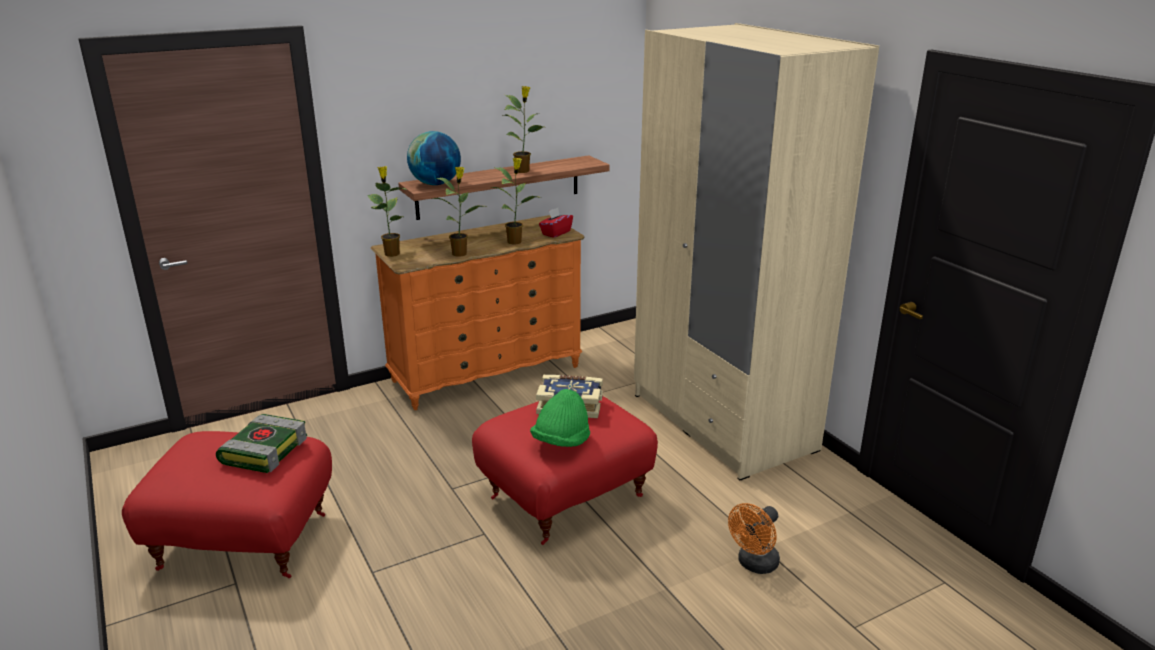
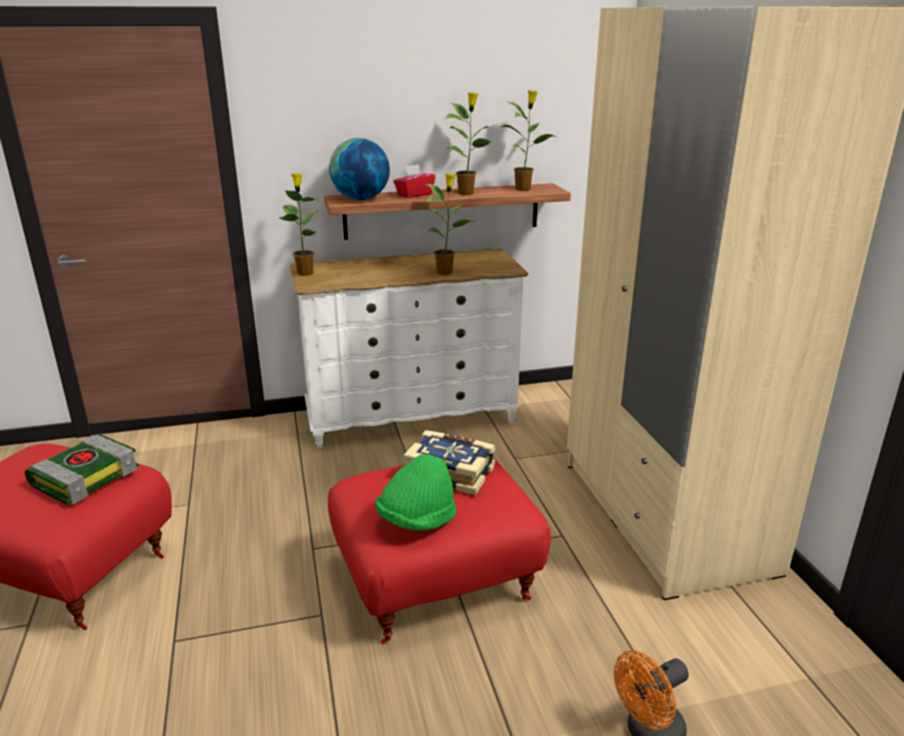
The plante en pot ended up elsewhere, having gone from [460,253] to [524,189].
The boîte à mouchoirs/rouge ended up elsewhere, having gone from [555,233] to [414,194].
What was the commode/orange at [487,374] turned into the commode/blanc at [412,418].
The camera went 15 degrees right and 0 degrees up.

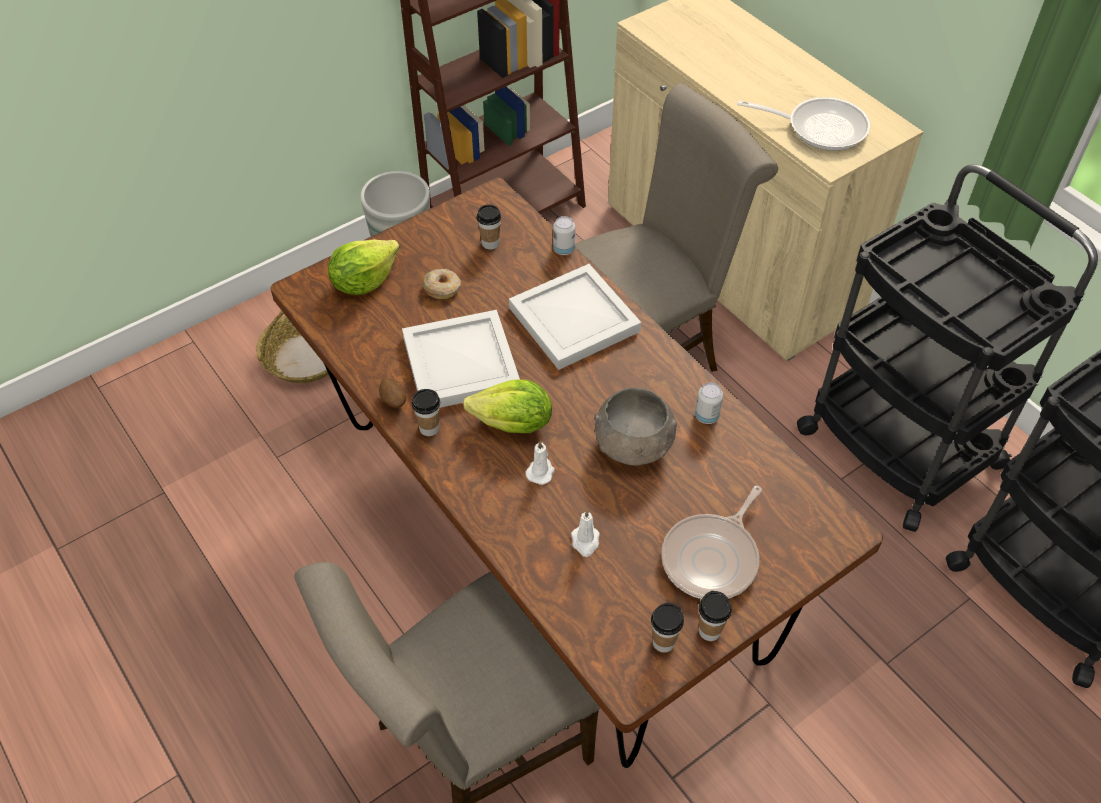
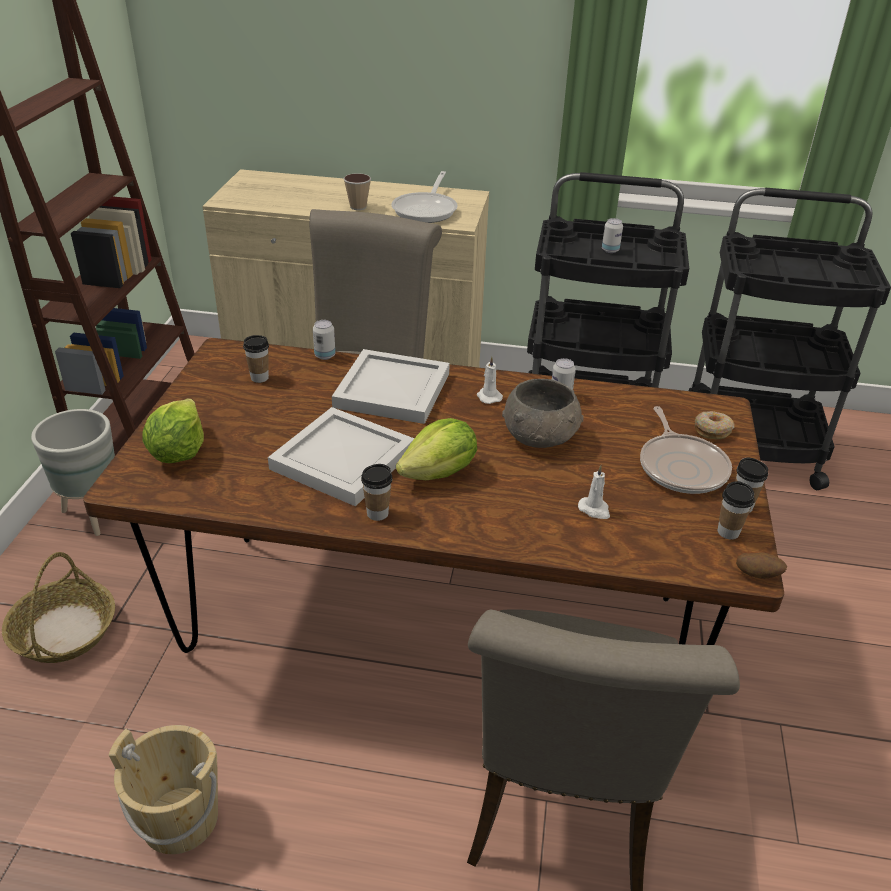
The poêle at [819,128] ended up facing another way, 135 degrees clockwise from before.
The beignet ended up elsewhere, having gone from [442,288] to [712,430].
The pomme de terre ended up elsewhere, having gone from [394,401] to [757,575].
The bougie/blanc ended up elsewhere, having gone from [541,471] to [488,396].
The second view gained the tasse at [358,207].
The second view gained the boîte métallique at [610,250].
The second view gained the seau/beige at [180,819].
The camera went 45 degrees left and 15 degrees down.

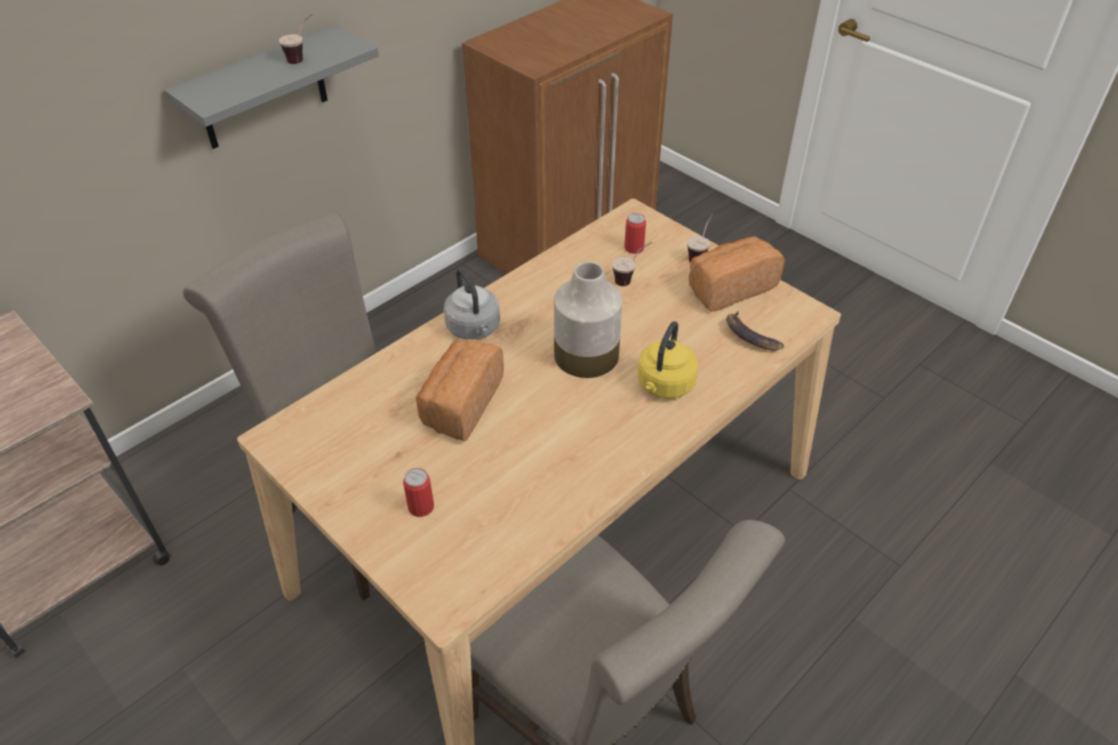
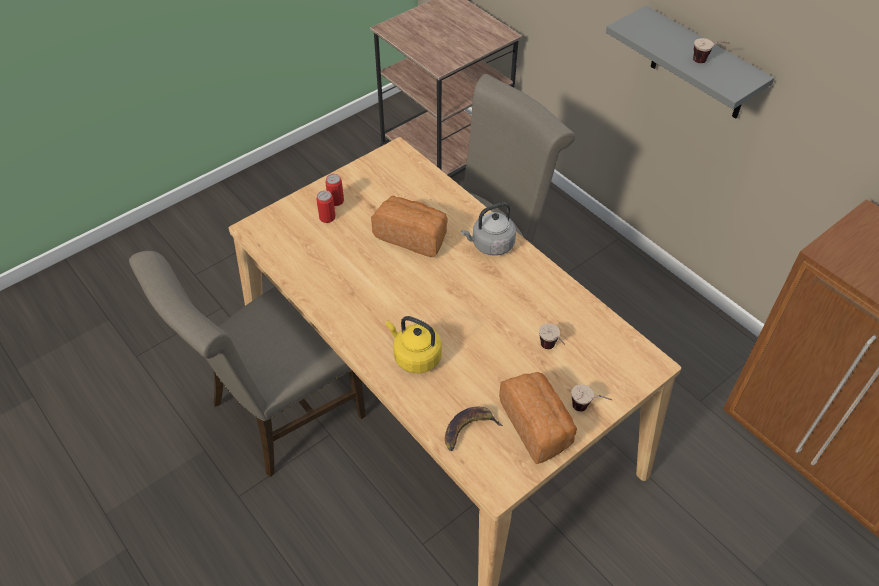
The boîte métallique ended up elsewhere, having gone from [634,248] to [336,201].
The second view lost the vase/beige at [587,354].
The camera went 95 degrees right and 5 degrees up.

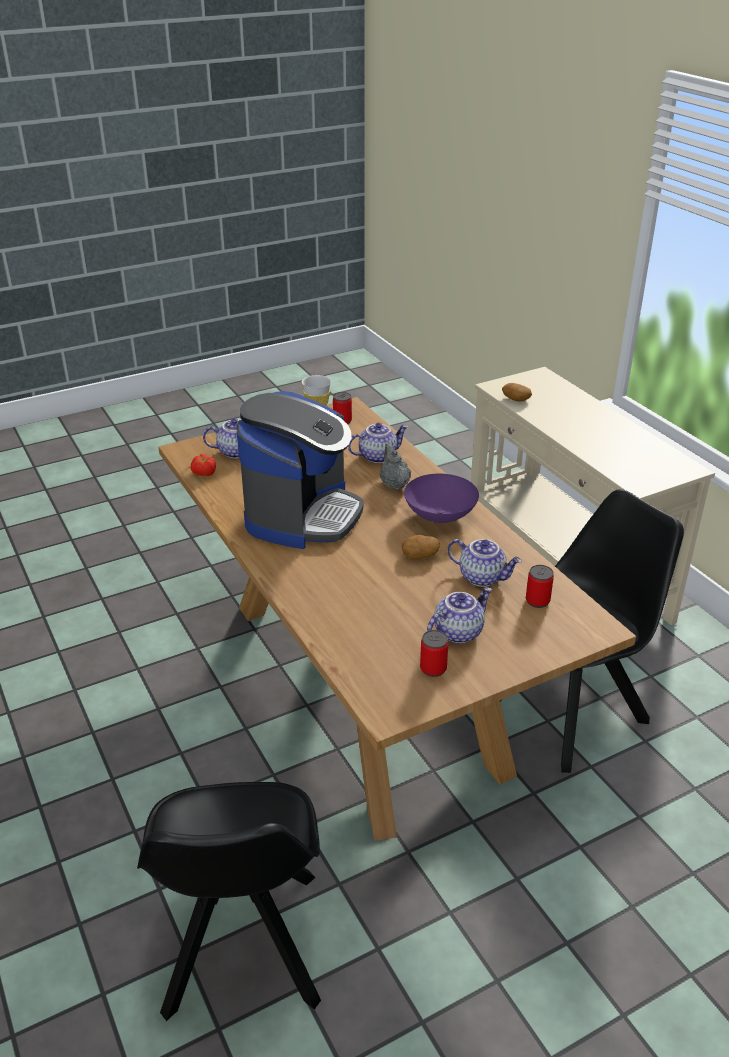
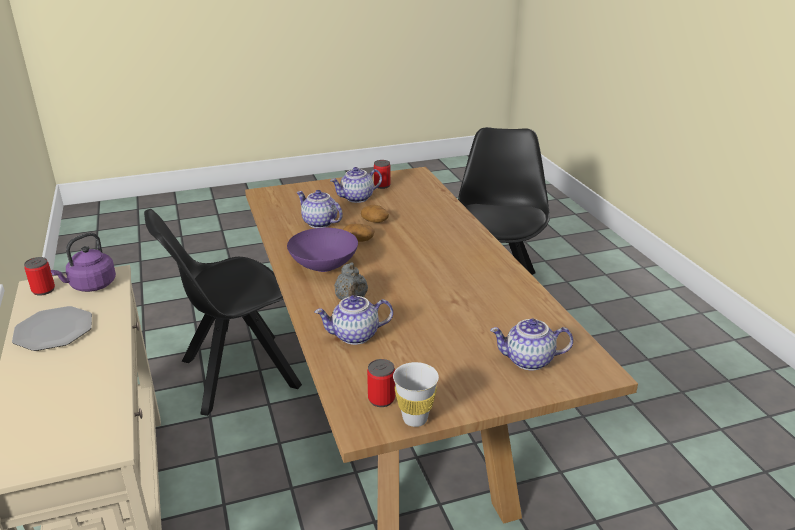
The pomme de terre ended up elsewhere, having gone from [515,399] to [375,221].
The second view lost the machine à café at [302,515].
The second view lost the tomate at [204,473].
The boîte métallique ended up elsewhere, having gone from [537,601] to [43,290].
The second view gained the bouilloire/violet at [91,286].
The second view gained the assiette at [54,330].
The camera went 170 degrees left and 5 degrees down.

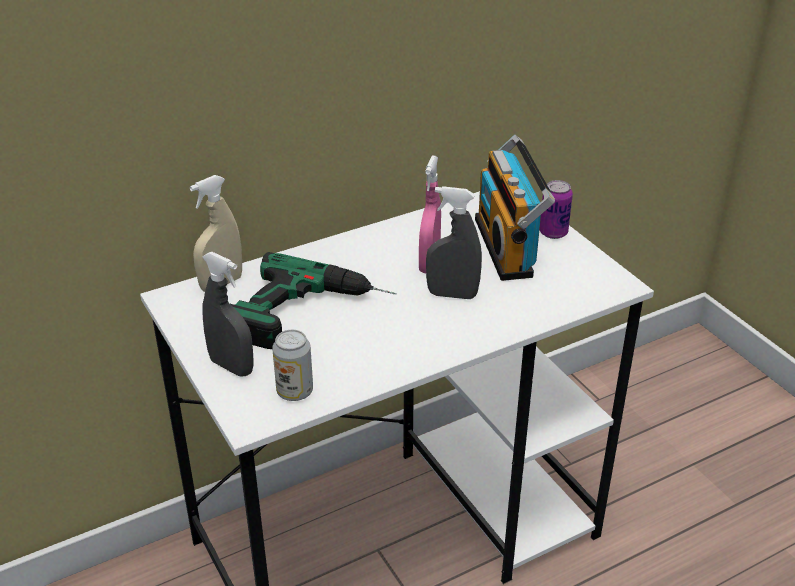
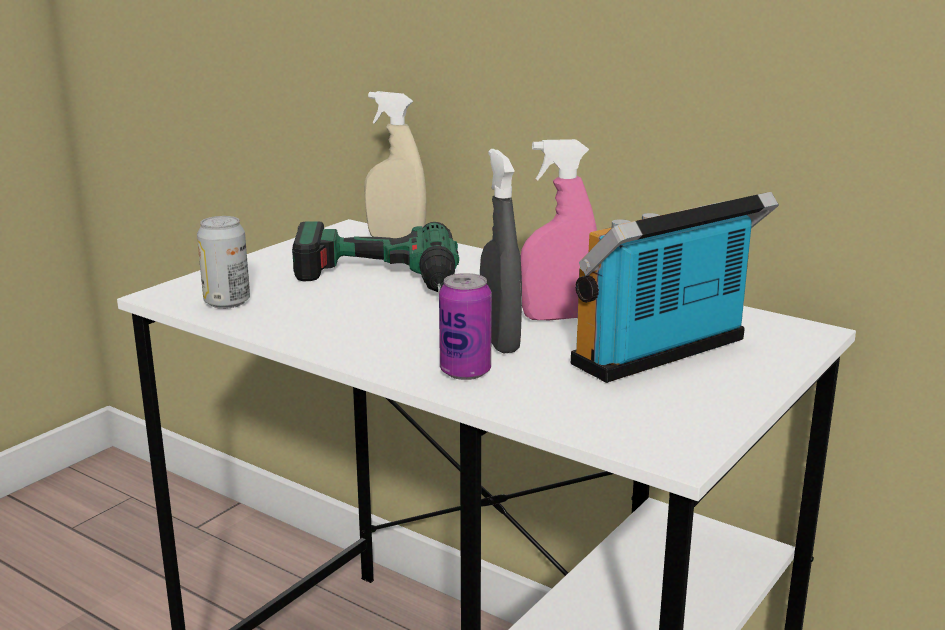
The boîte métallique ended up elsewhere, having gone from [553,233] to [465,371].
The second view lost the vaporisateur/gris at [231,366].
The camera went 65 degrees right and 15 degrees down.

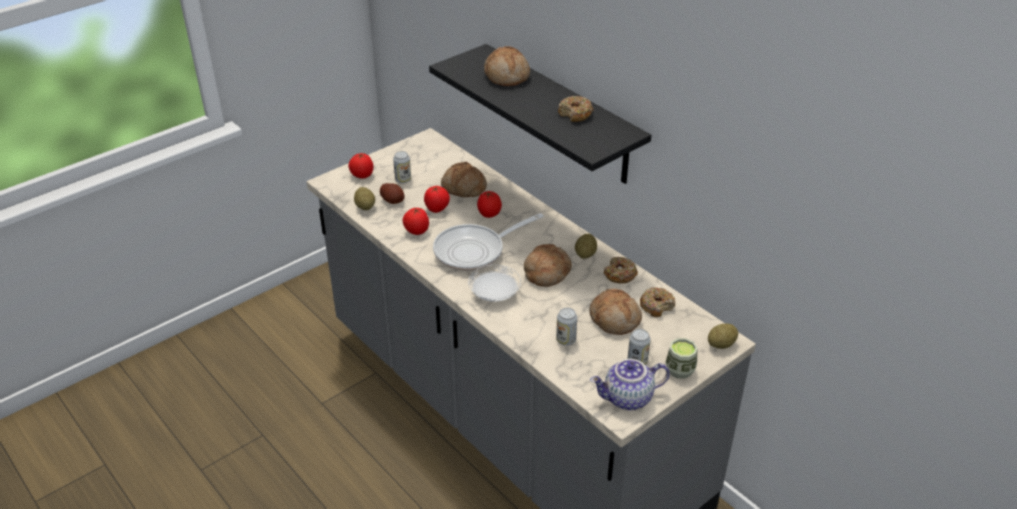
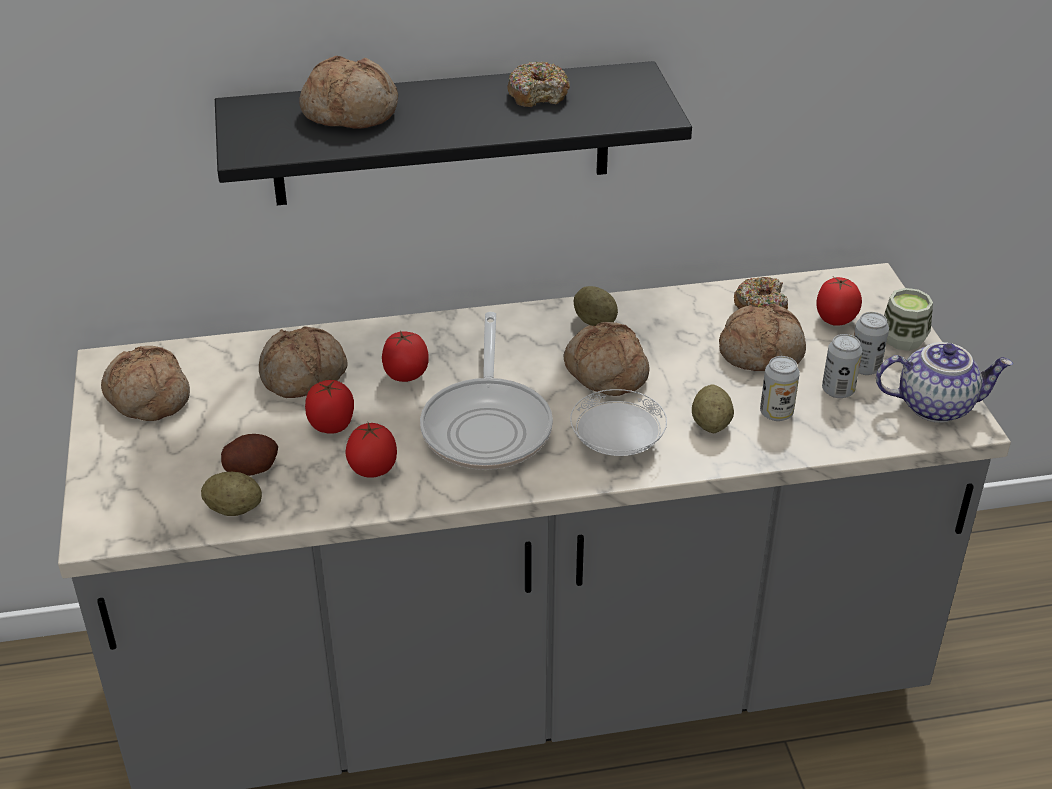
The boîte métallique ended up elsewhere, having gone from [403,180] to [838,390].
The tomate ended up elsewhere, having gone from [362,176] to [835,321].
The second view lost the beignet at [620,275].
The pomme de terre ended up elsewhere, having gone from [721,344] to [711,424].
The théière at [627,399] ended up facing another way, 105 degrees counterclockwise from before.
The second view gained the pain at [147,398].
The camera went 60 degrees left and 0 degrees up.

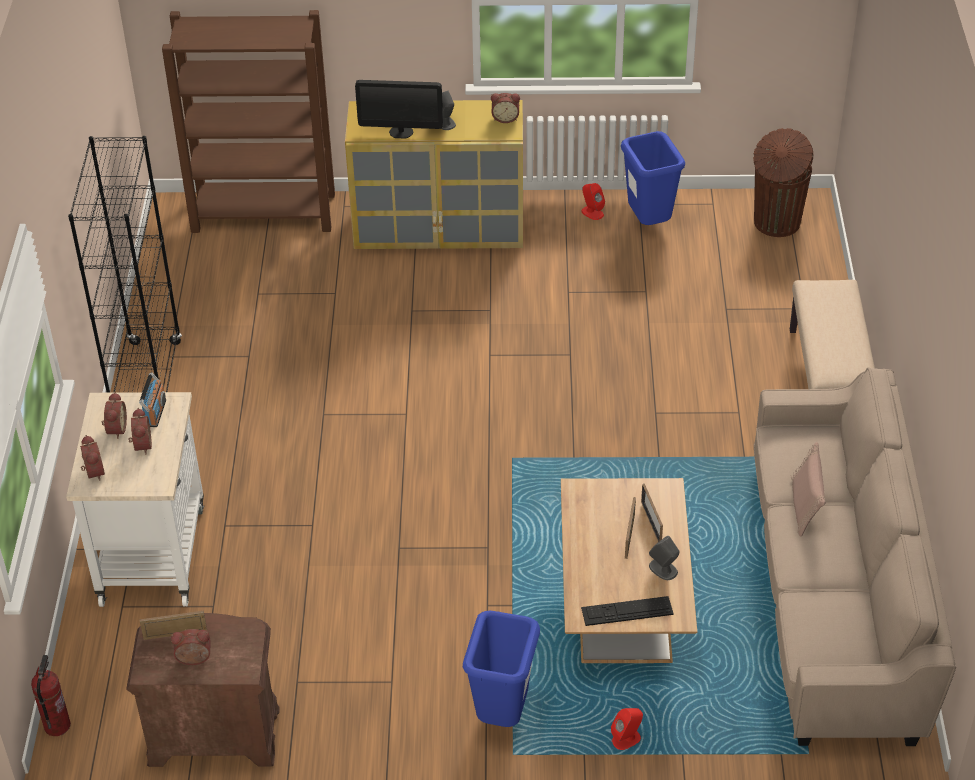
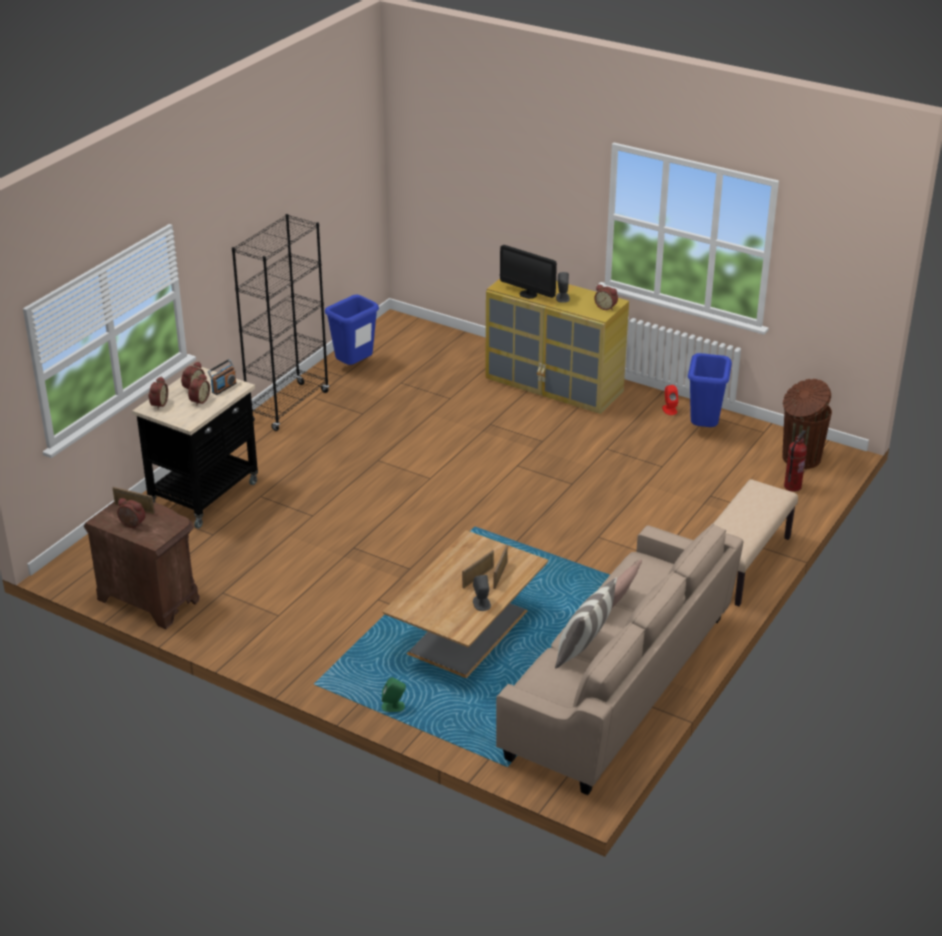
The second view lost the bibliothèque/marron at [264,212].
What was the chariot/blanc at [152,555] turned into the chariot/noir at [204,495].
The second view lost the clavier at [627,611].
The poubelle/bleu ended up elsewhere, having gone from [502,716] to [354,367].
The extincteur ended up elsewhere, having gone from [56,725] to [792,486].
What was the enceinte/rouge at [626,739] turned into the enceinte/vert at [393,707].
The second view gained the coussin at [584,650].
The camera went 30 degrees right and 10 degrees down.

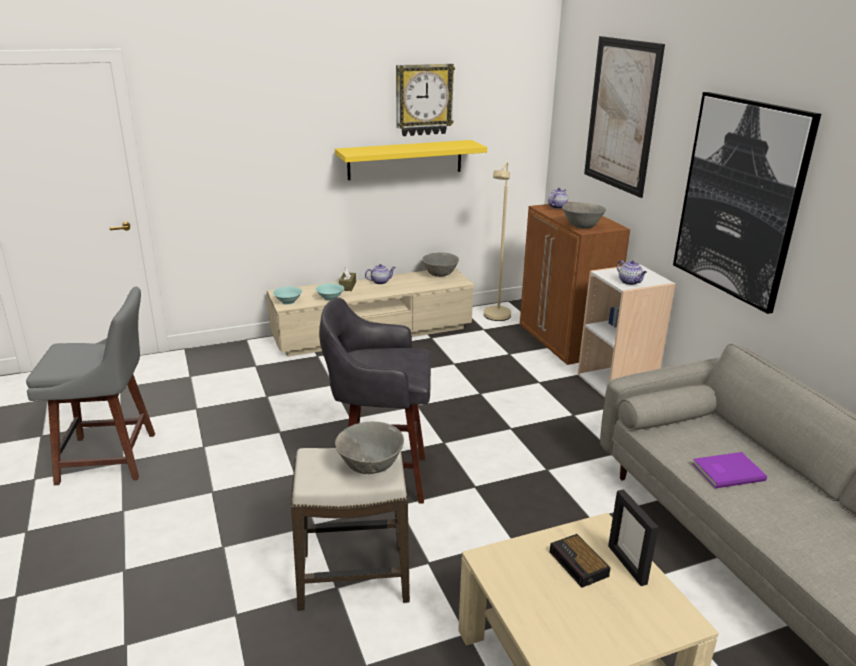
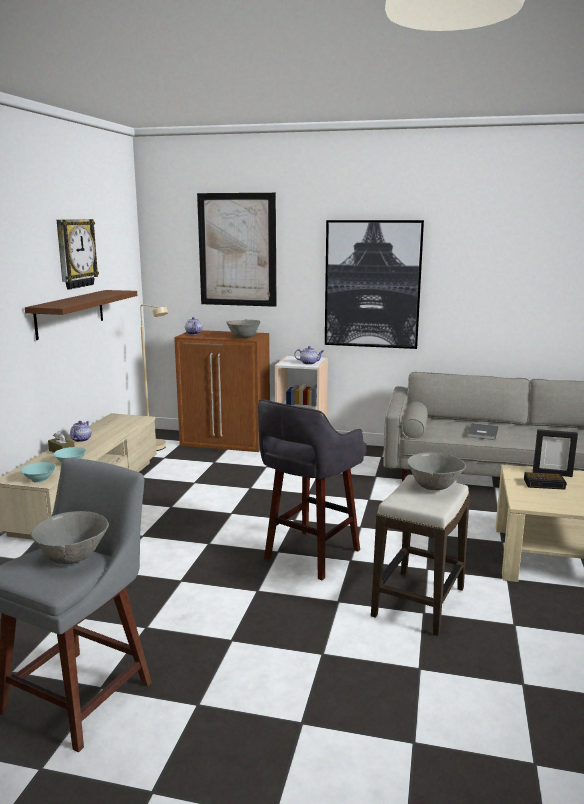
What was the étagère/jaune at [405,159] turned into the étagère/marron at [70,313].
The bol/gris ended up elsewhere, having gone from [440,275] to [73,558].
What was the livre/violet at [726,471] turned into the livre/gris at [481,433].
The camera went 55 degrees left and 10 degrees down.

